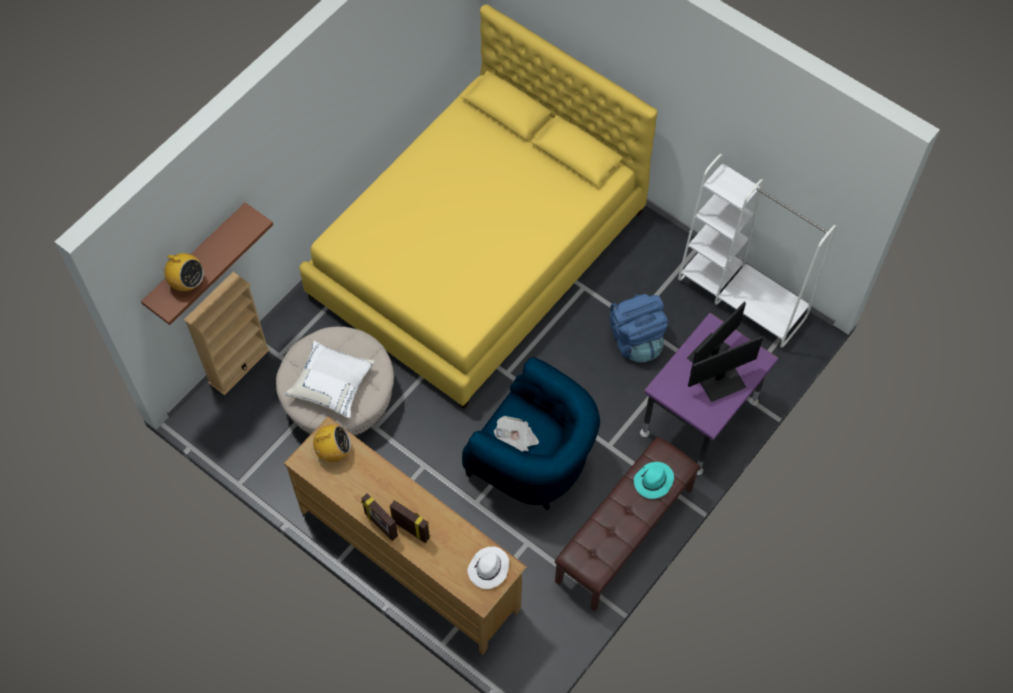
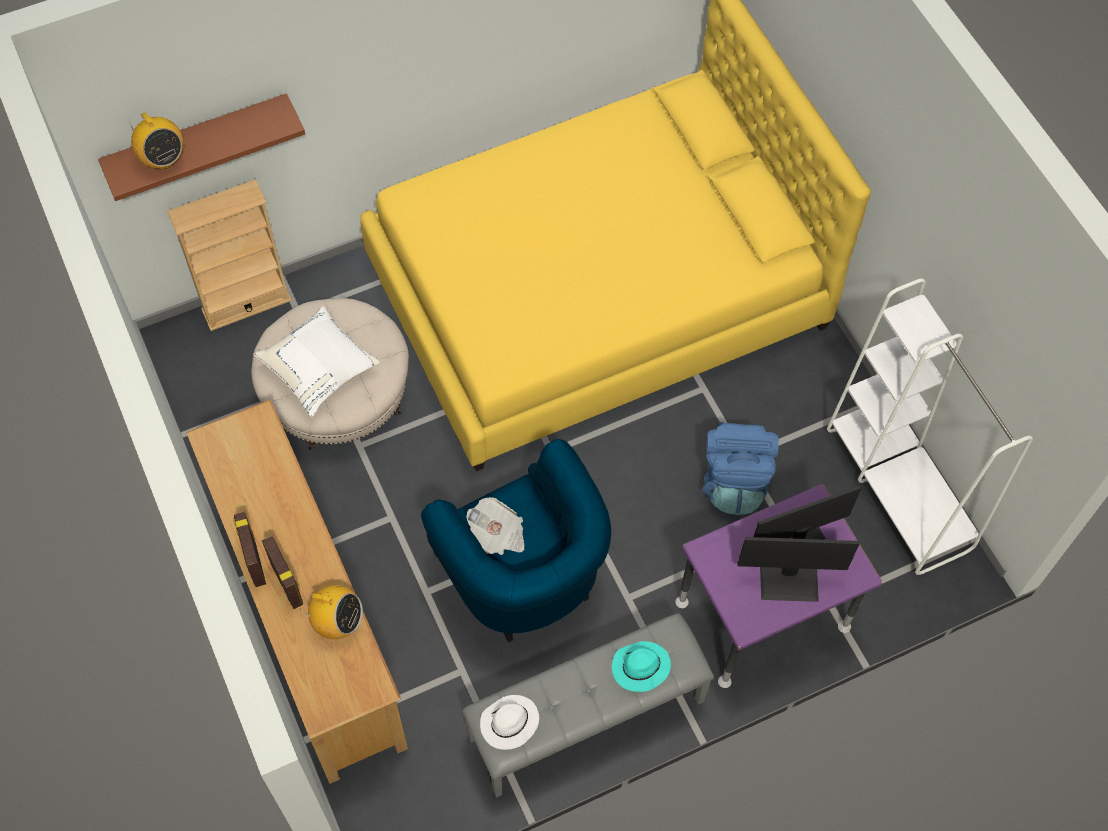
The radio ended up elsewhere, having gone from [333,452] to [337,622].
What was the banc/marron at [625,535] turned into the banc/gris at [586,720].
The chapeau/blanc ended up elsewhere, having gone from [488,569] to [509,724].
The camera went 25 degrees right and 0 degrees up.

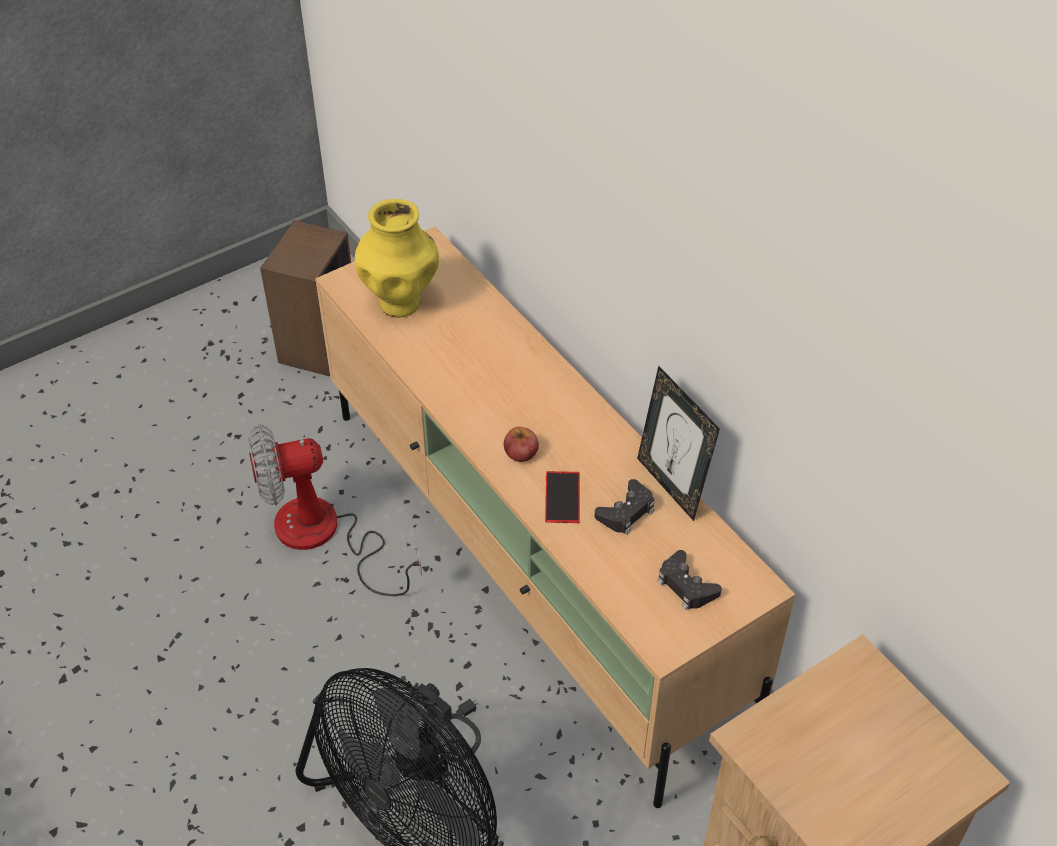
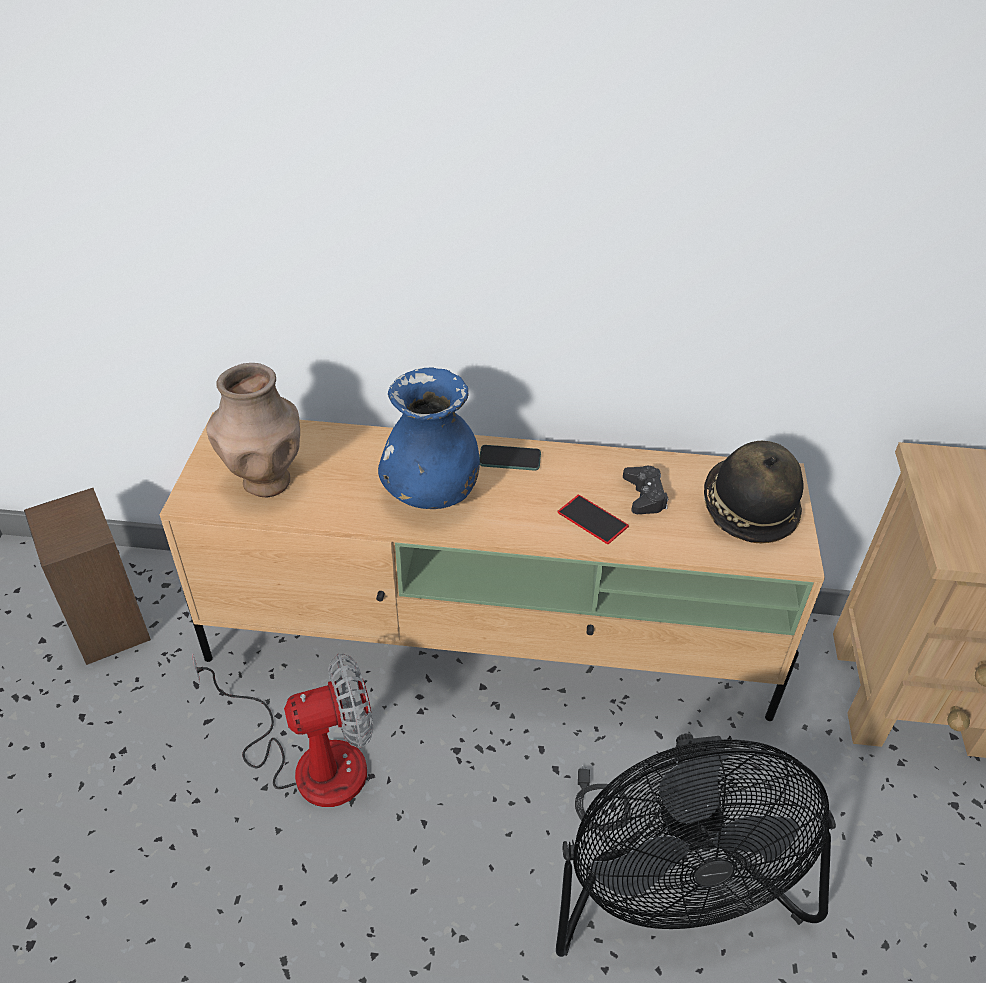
What was the vase/jaune at [400,302] turned into the vase/marron at [266,480].
The second view lost the cadre photo at [671,485].
The ventilateur at [324,536] ended up facing another way, 135 degrees counterclockwise from before.
The second view lost the pomme at [521,452].
Where the manette/noir stood at [686,586], the chapeau came to stand at [747,509].
The second view gained the vase/bleu at [431,492].
The second view gained the téléphone at [509,459].
The camera went 50 degrees left and 5 degrees down.

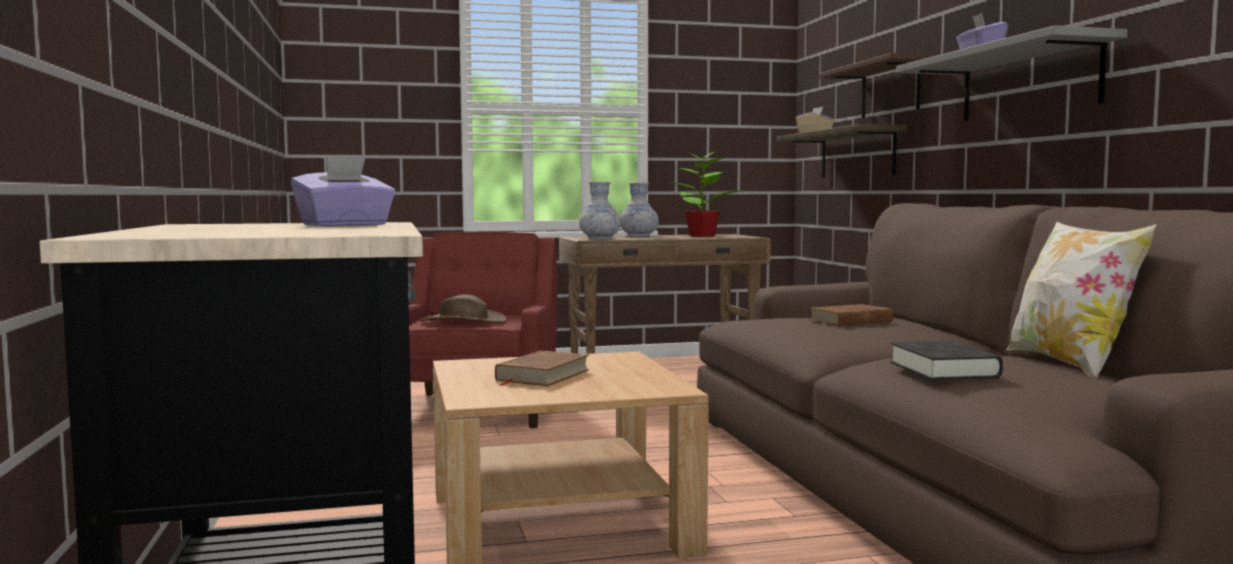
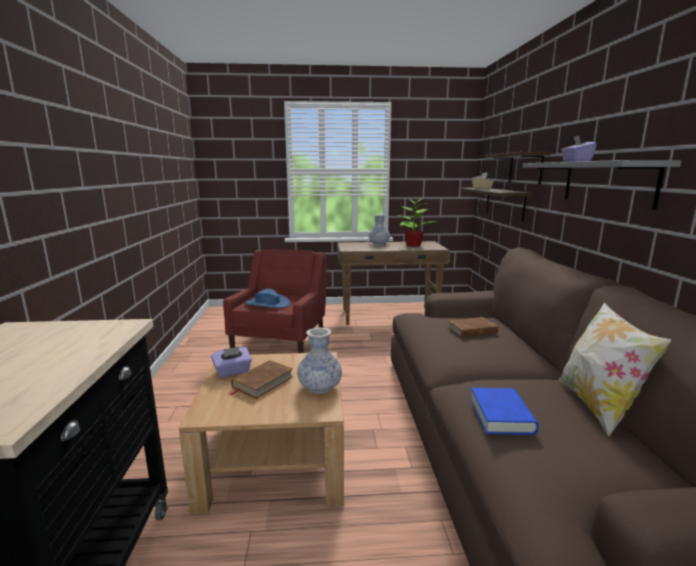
The boîte à mouchoirs/violet ended up elsewhere, having gone from [345,225] to [232,371].
The vase ended up elsewhere, having gone from [599,238] to [319,387].
What was the chapeau/marron at [463,321] turned into the chapeau/bleu at [267,304].
What was the livre/noir at [943,370] turned into the livre/bleu at [501,416].
The camera went 10 degrees right and 10 degrees up.

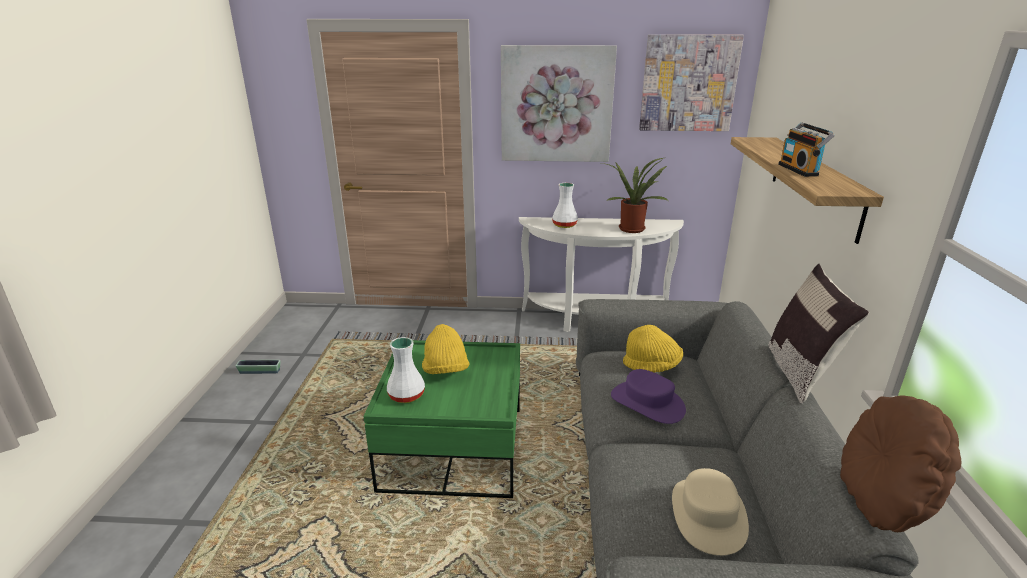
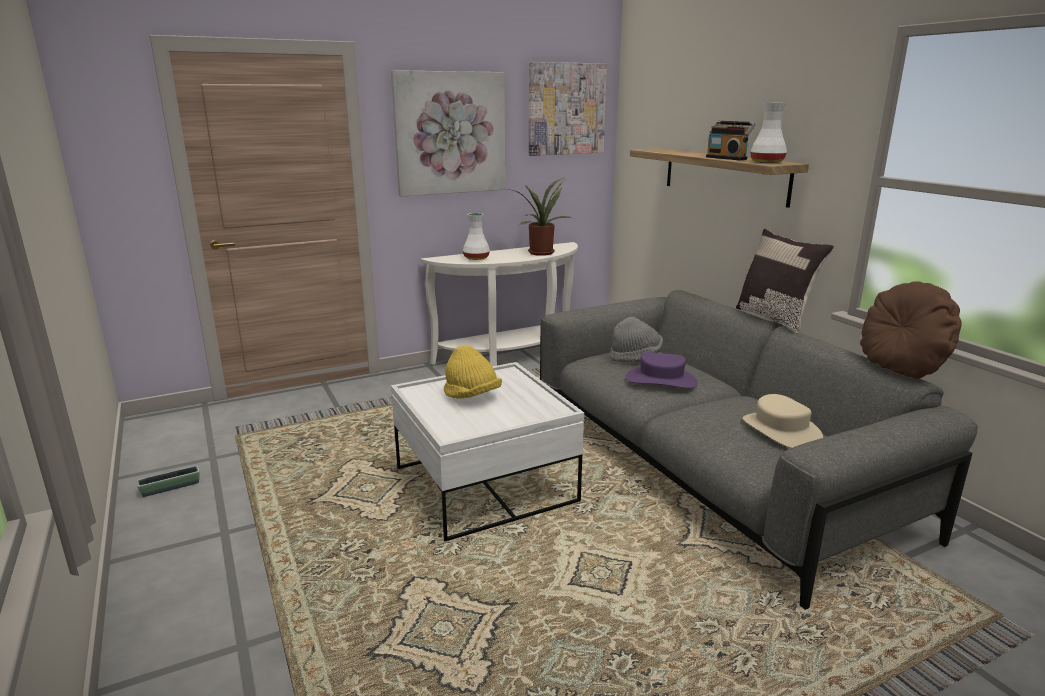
What was the chapeau/jaune at [652,366] turned into the chapeau/gris at [635,357].
The vase/blanc ended up elsewhere, having gone from [407,395] to [767,162].
What was the table basse/vert at [454,448] turned into the table basse/blanc at [485,485].
The camera went 30 degrees left and 5 degrees down.

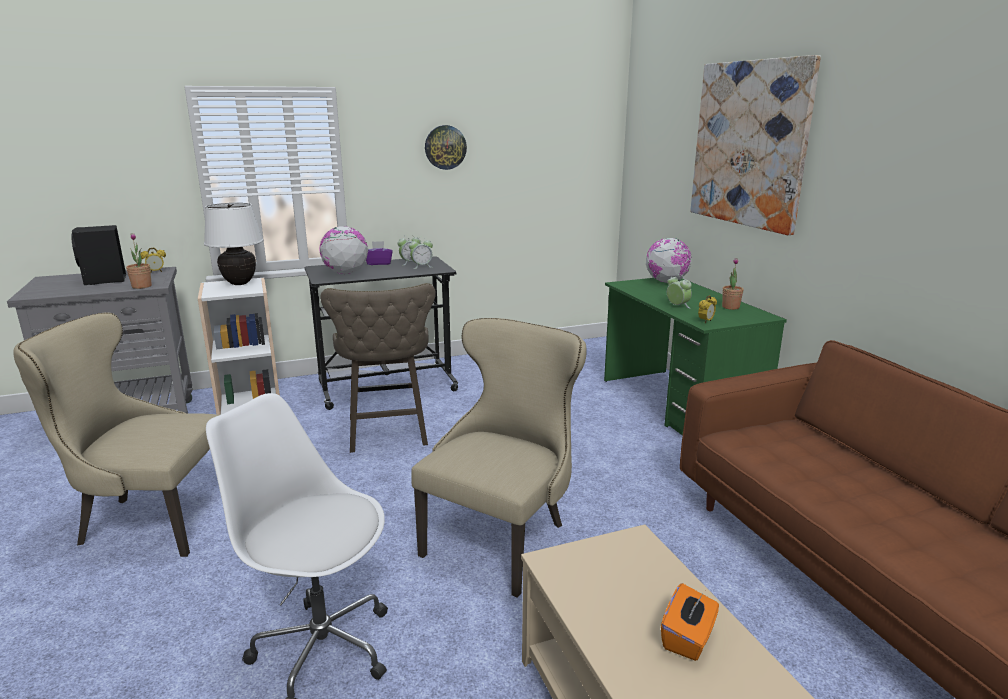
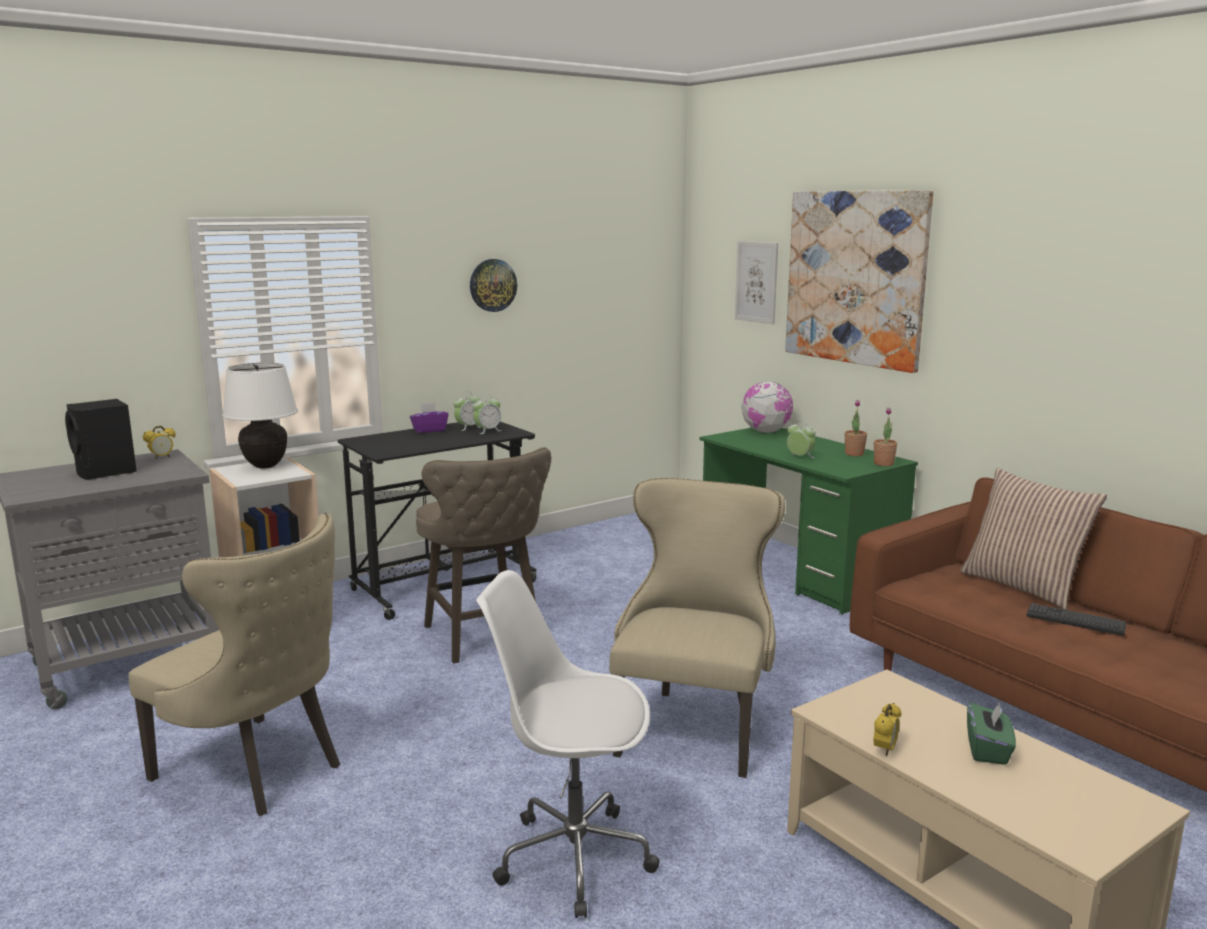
The second view lost the globe at [345,273].
The plante en pot ended up elsewhere, having gone from [142,286] to [883,464].
The réveil ended up elsewhere, having gone from [706,321] to [885,750].
The chaise/beige at [150,522] ended up facing another way, 135 degrees counterclockwise from before.
What was the boîte à mouchoirs/orange at [688,638] turned into the boîte à mouchoirs/vert at [988,750].
The second view gained the tableau at [756,282].
The second view gained the coussin at [1023,586].
The second view gained the clavier at [1075,620].
The camera went 15 degrees left and 5 degrees down.

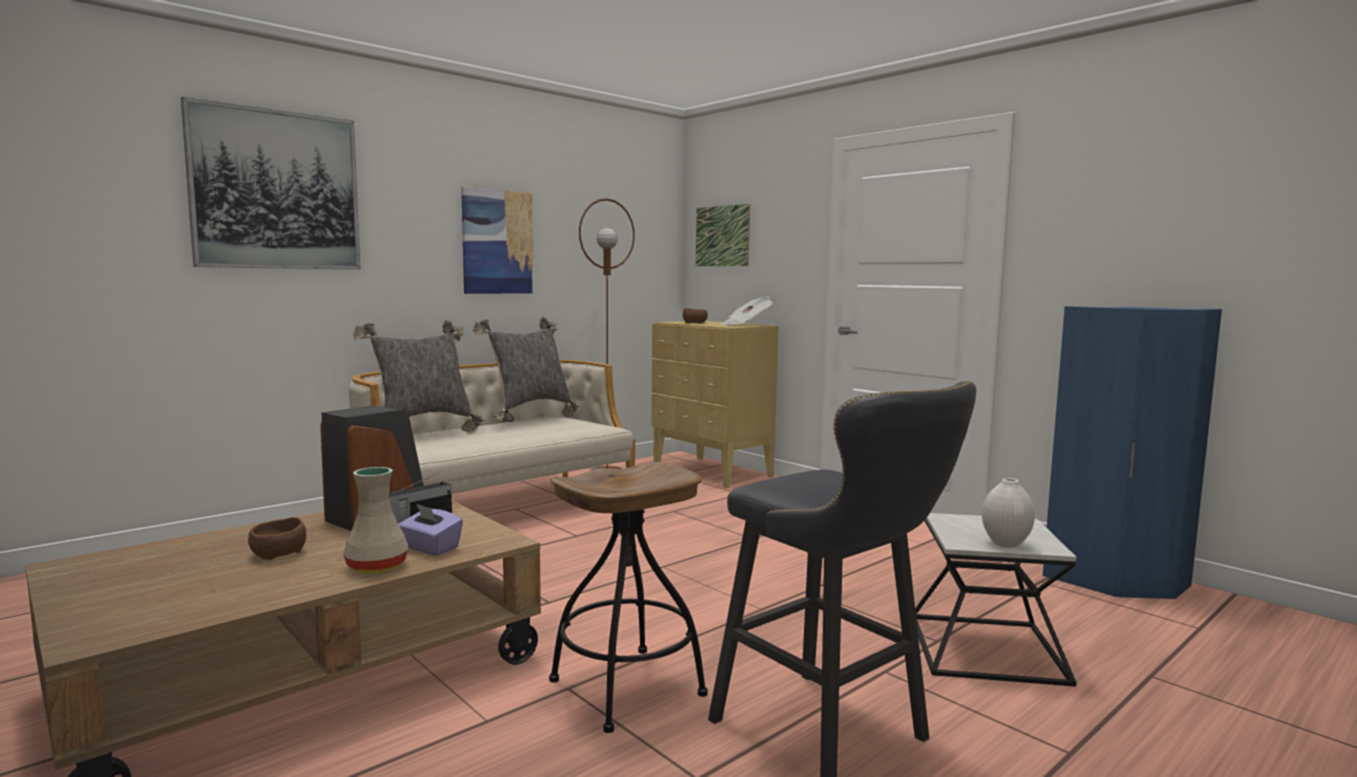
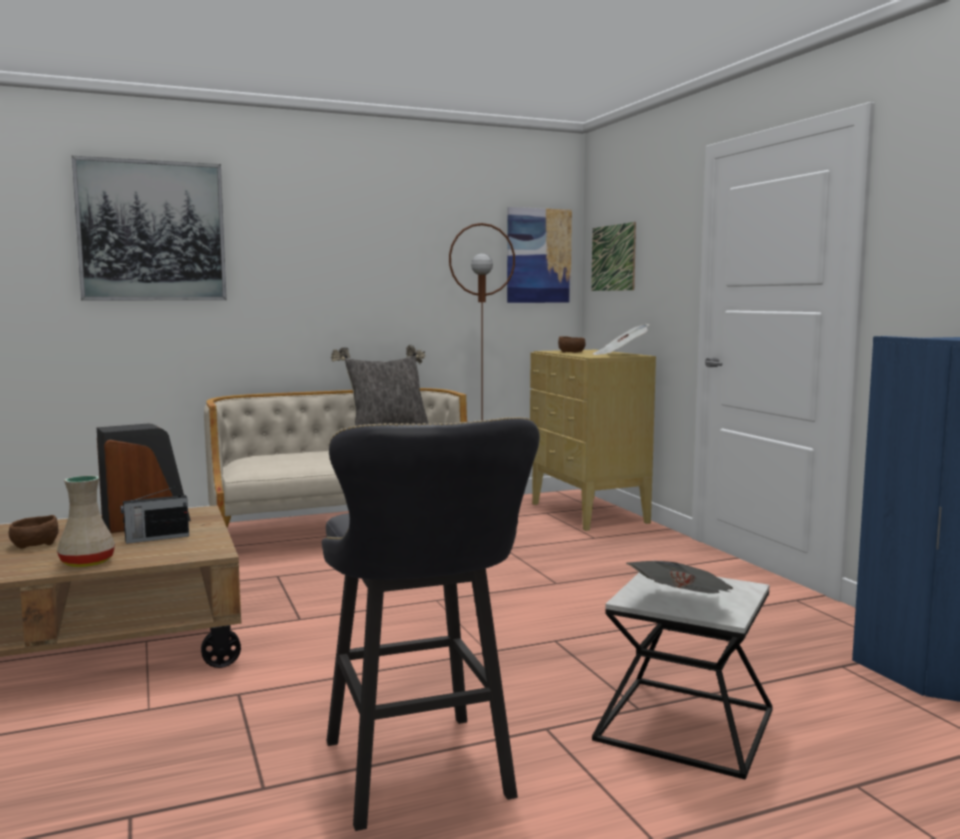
The tableau ended up elsewhere, having gone from [497,242] to [538,256].
The second view lost the coussin at [421,435].
The second view lost the tabouret/marron at [626,687].
Where the vase/blanc stood at [1005,544], the journal came to stand at [681,606].
The second view lost the boîte à mouchoirs/violet at [430,548].
The camera went 20 degrees right and 0 degrees up.

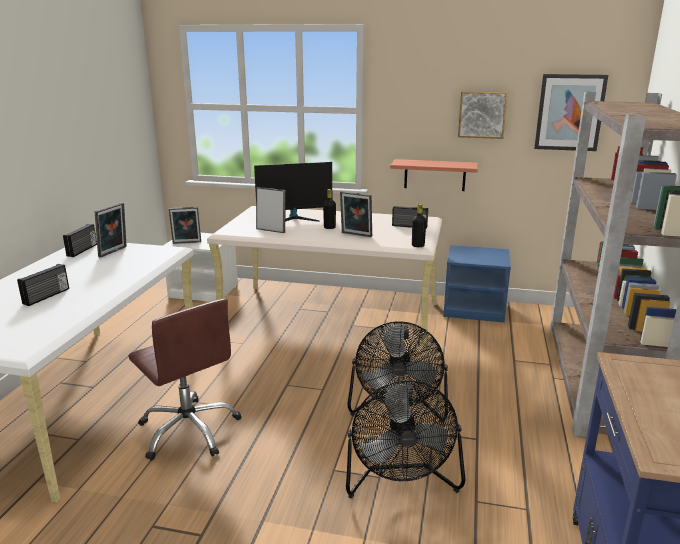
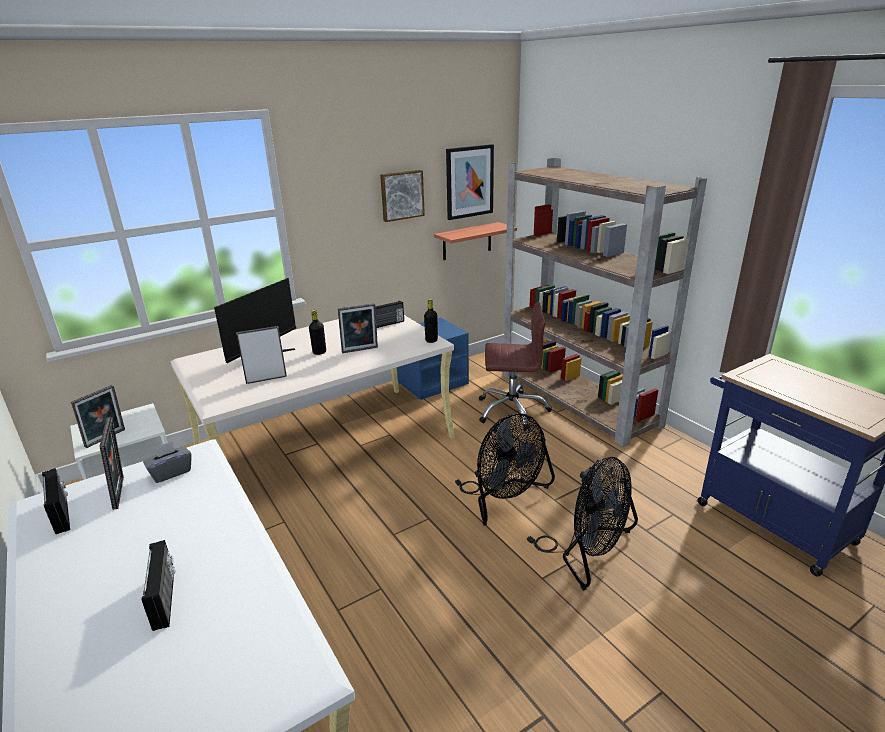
The étagère ended up elsewhere, having gone from [434,175] to [467,241].
The chaise de bureau/marron ended up elsewhere, having gone from [189,430] to [512,410].
The second view gained the boîte à mouchoirs/gris at [171,472].
The camera went 45 degrees left and 5 degrees up.

